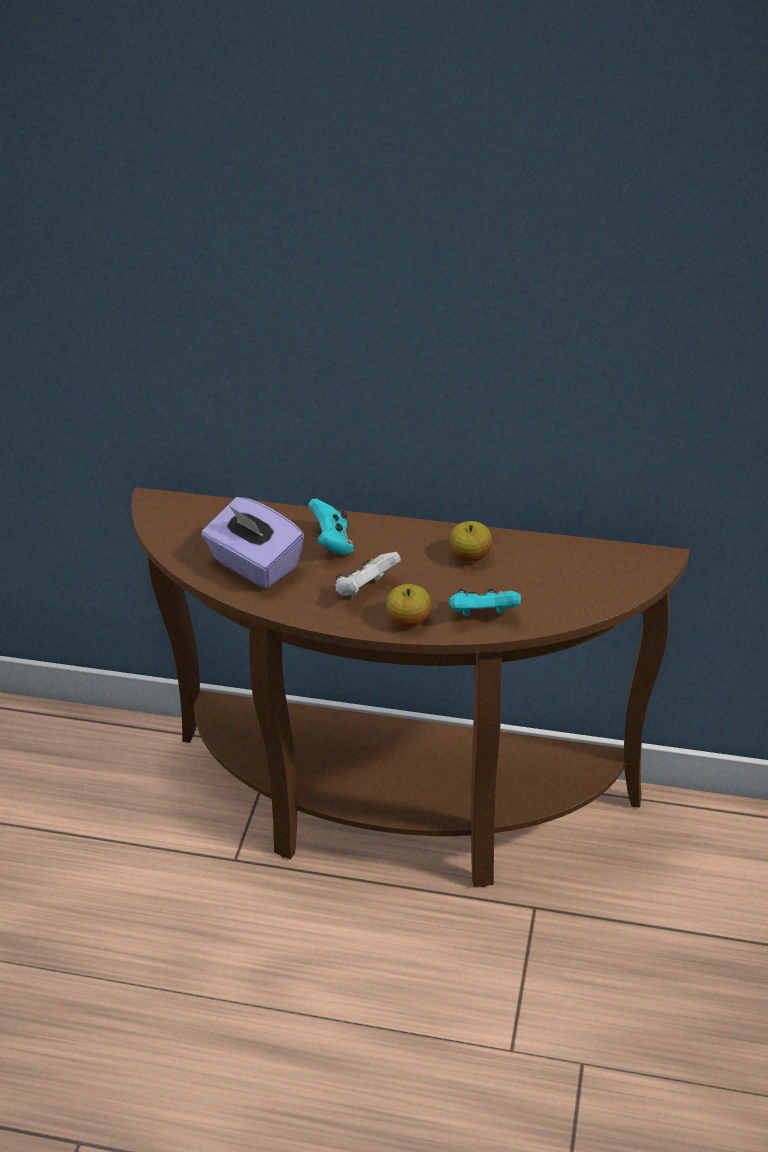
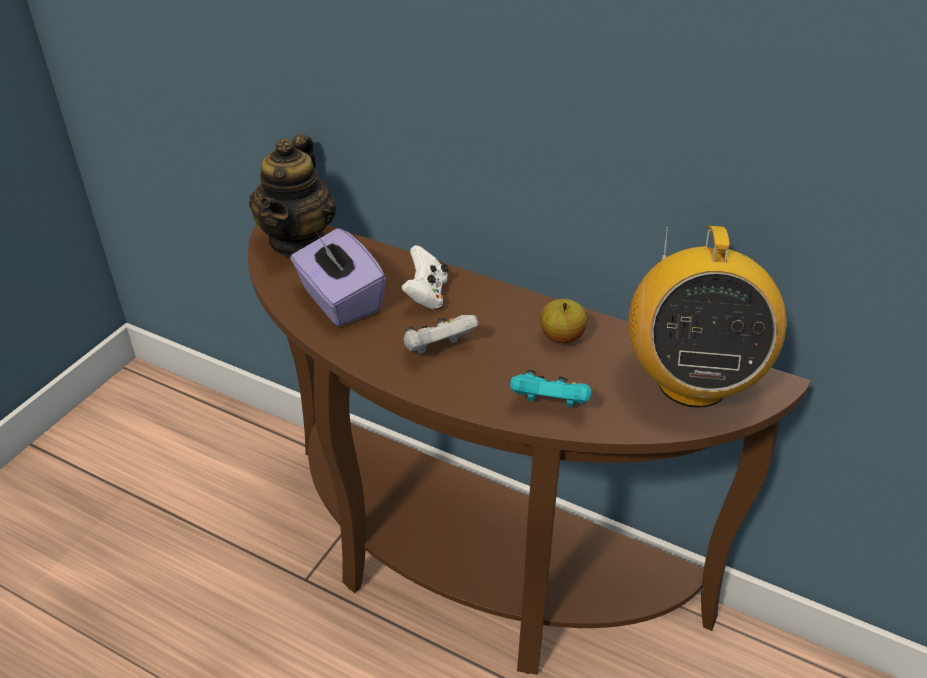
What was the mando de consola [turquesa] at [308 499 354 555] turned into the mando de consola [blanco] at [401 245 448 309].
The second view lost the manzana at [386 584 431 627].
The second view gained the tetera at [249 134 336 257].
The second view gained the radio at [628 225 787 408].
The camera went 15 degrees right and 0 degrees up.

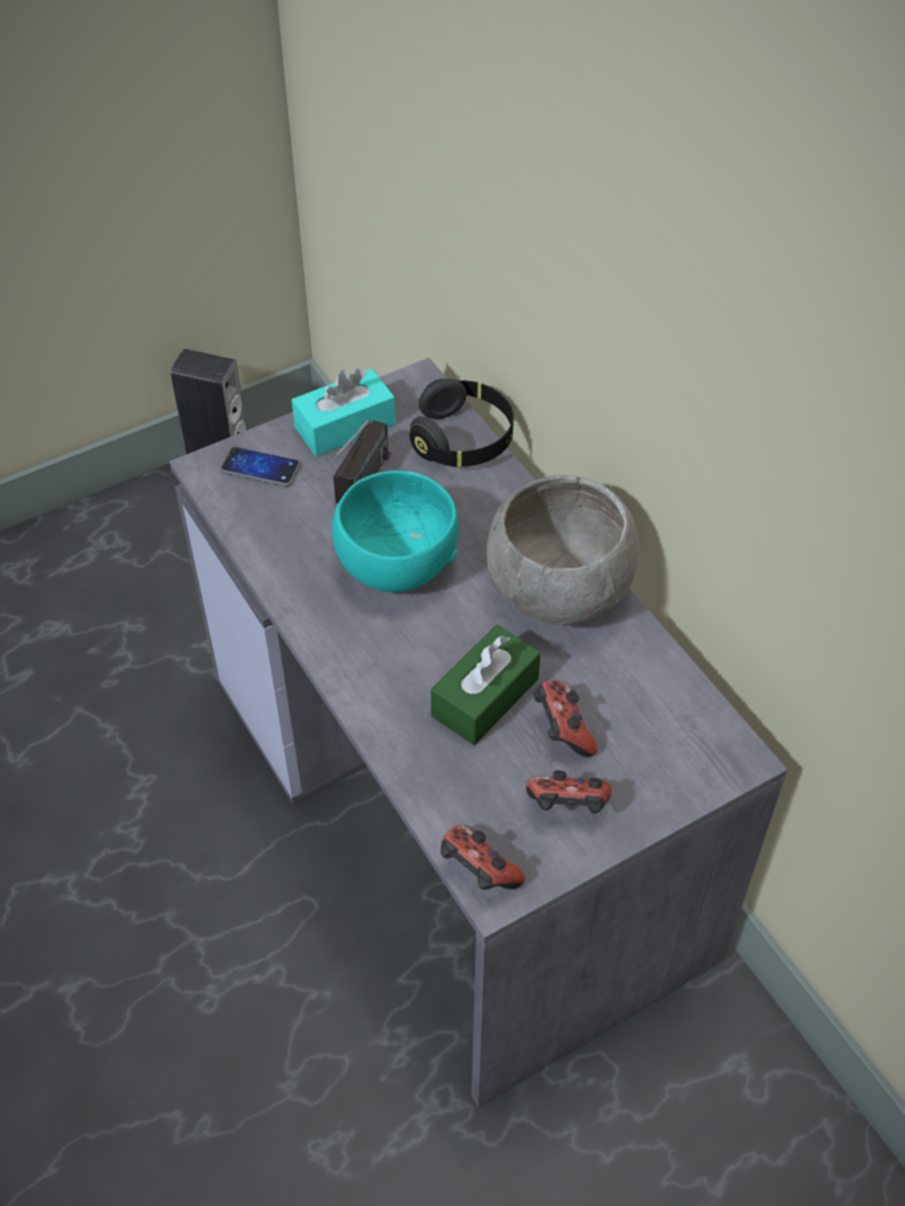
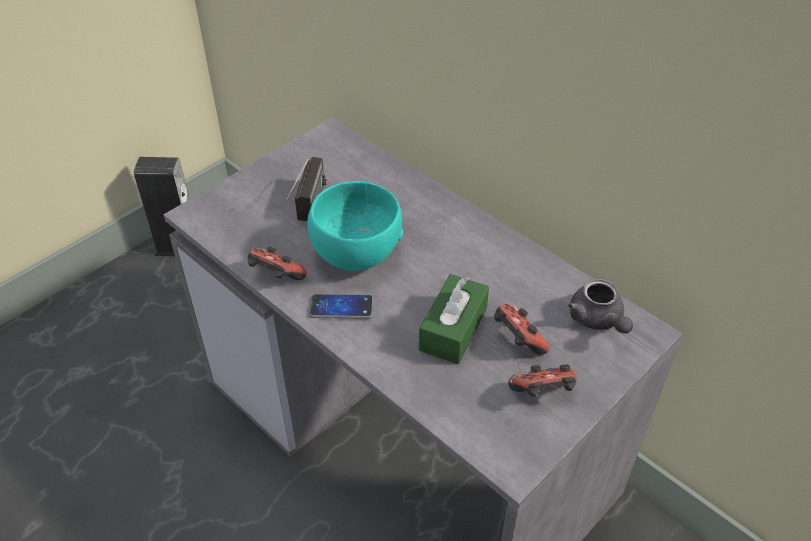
The second view lost the caja de pañuelos [turquesa] at [292 368 396 456].
The second view lost the auriculares [negro] at [410 379 514 467].
The móvil ended up elsewhere, having gone from [220 447 301 487] to [309 294 374 319].
The second view lost the cuenco [gris] at [486 475 639 625].
The mando de consola ended up elsewhere, having gone from [441 824 525 890] to [248 247 307 280].
The second view gained the tetera [gris] at [568 279 633 334].
The camera went 15 degrees left and 5 degrees down.

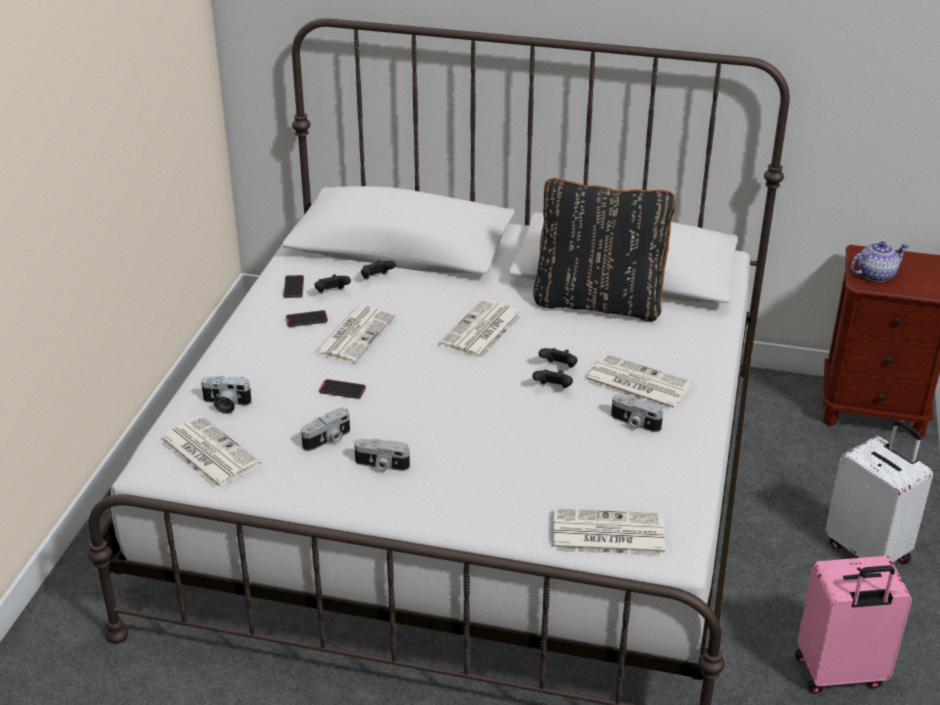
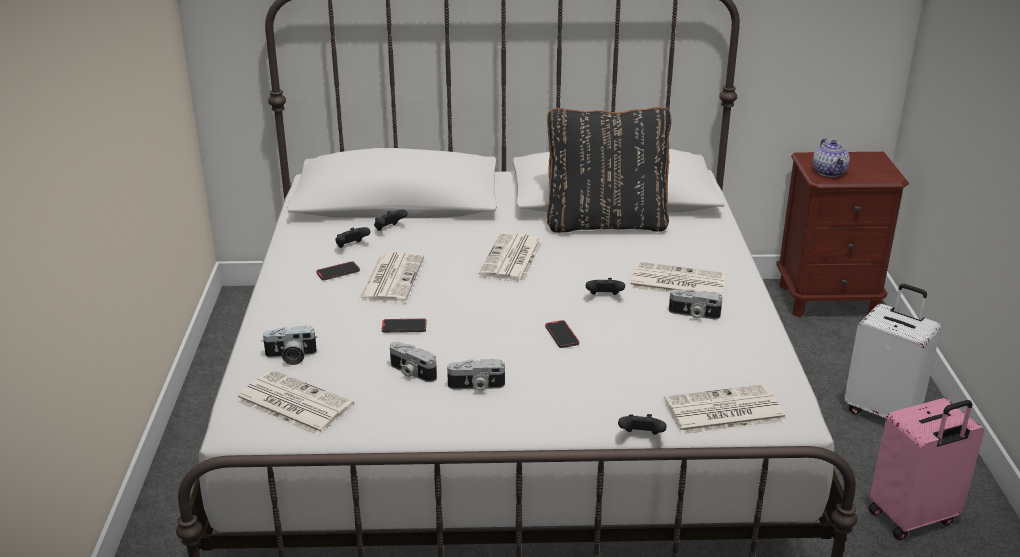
The tetera at [850 241 910 282] ended up facing another way, 120 degrees clockwise from before.
The móvil ended up elsewhere, having gone from [284 275 304 298] to [545 320 579 348].
The mando de consola [negro] ended up elsewhere, having gone from [538 348 578 368] to [618 414 667 435].
The cámara at [301 408 350 451] ended up facing another way, 90 degrees clockwise from before.
The camera went 15 degrees left and 5 degrees down.

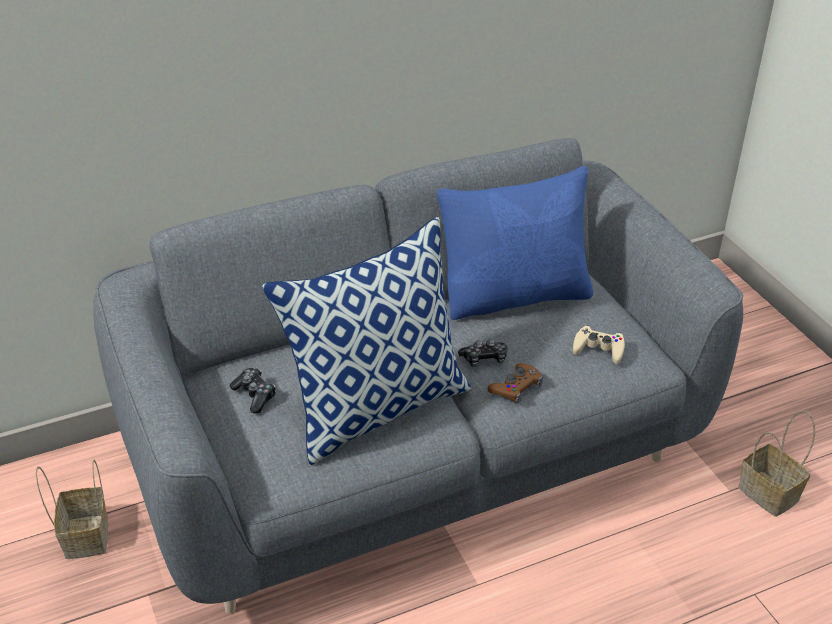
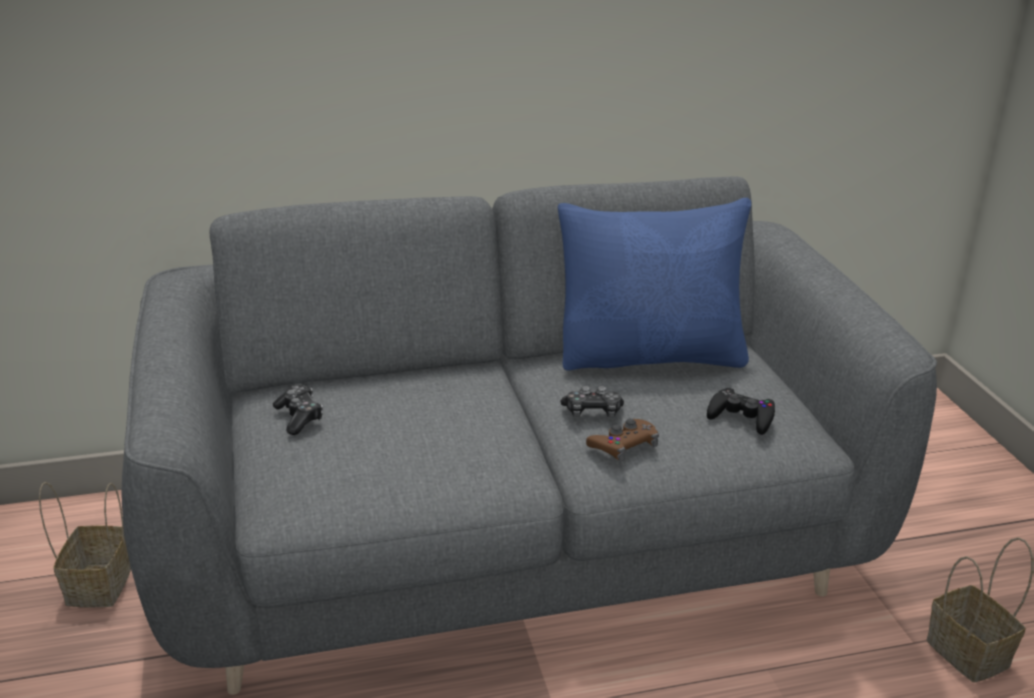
The second view lost the cojín at [262 217 471 465].
What was the mando de consola [beis] at [573 325 625 364] turned into the mando de consola [negro] at [707 387 775 435].
The camera went 10 degrees right and 10 degrees down.

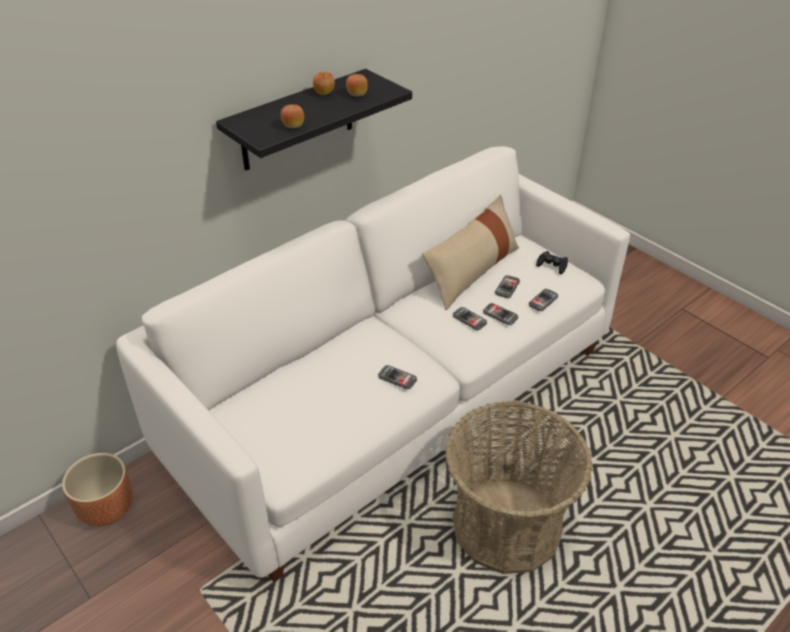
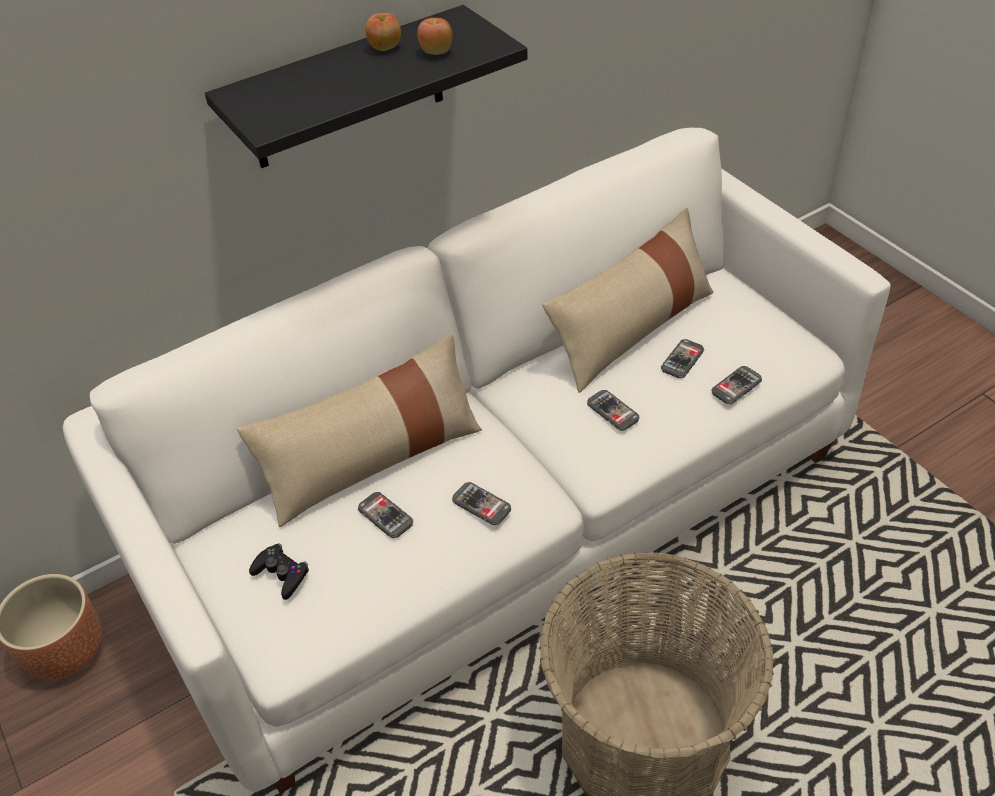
The second view lost the manzana at [281 104 304 128].
The mando de consola [negro] ended up elsewhere, having gone from [536 251 568 274] to [249 543 309 600].
The móvil ended up elsewhere, having gone from [483 303 518 325] to [358 492 413 538].
The second view gained the cojín [beis] at [237 334 482 527].
The camera went 10 degrees right and 5 degrees up.

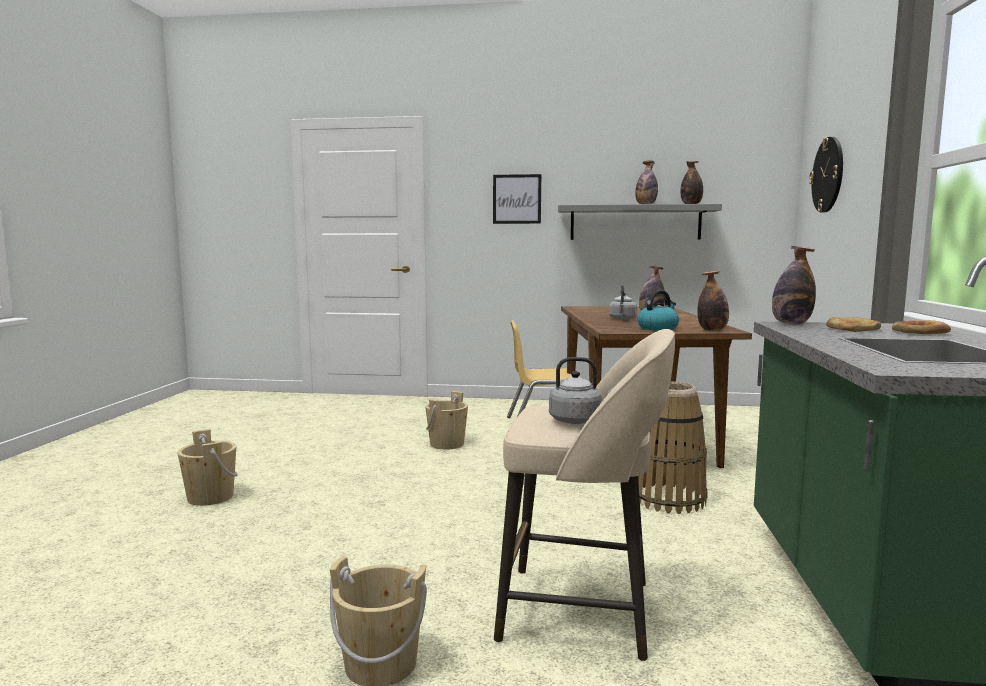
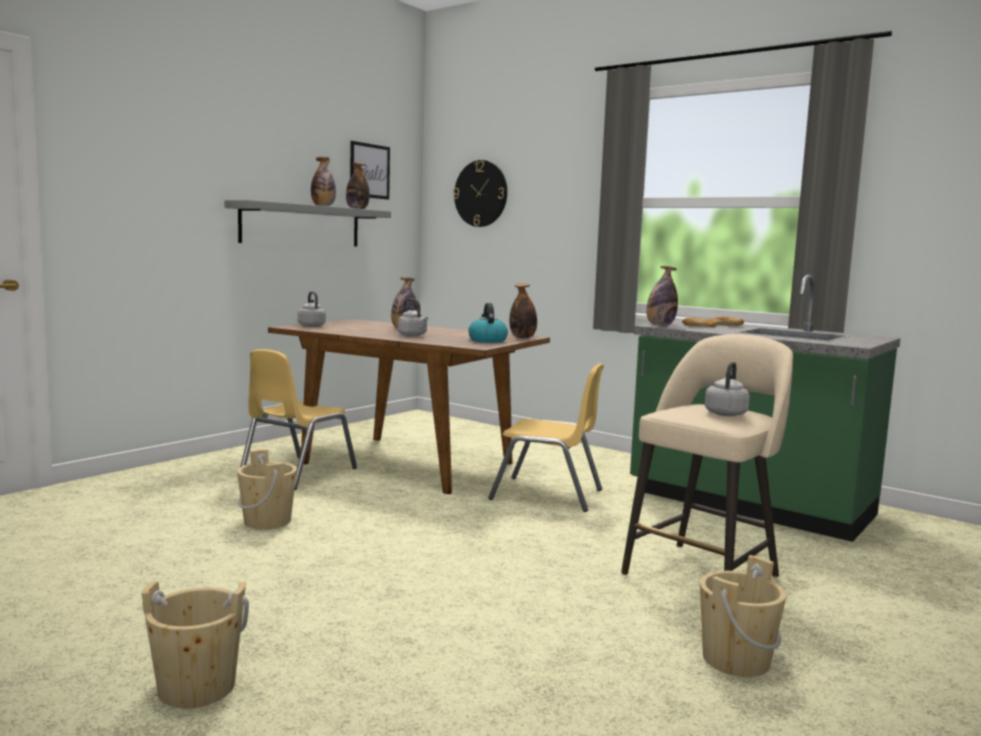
The cuadro ended up elsewhere, having gone from [493 174 541 224] to [350 141 390 200].
Where the cesta stood at [638 381 708 514], the silla [amarillo] came to stand at [488 363 604 512].
The second view gained the hervidor [gris] at [297 292 326 327].
The camera went 60 degrees left and 0 degrees up.

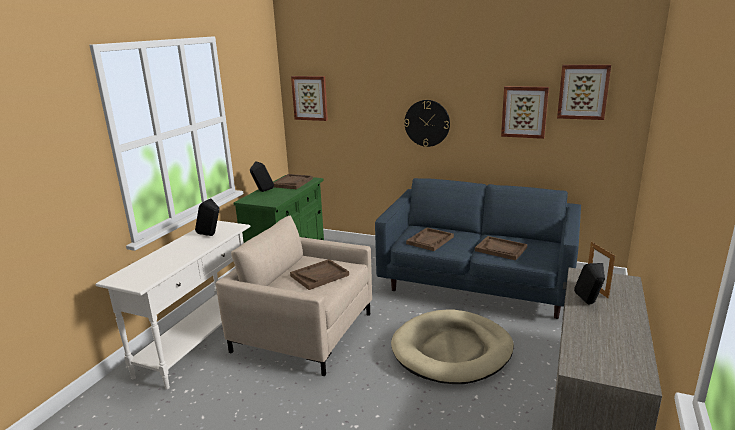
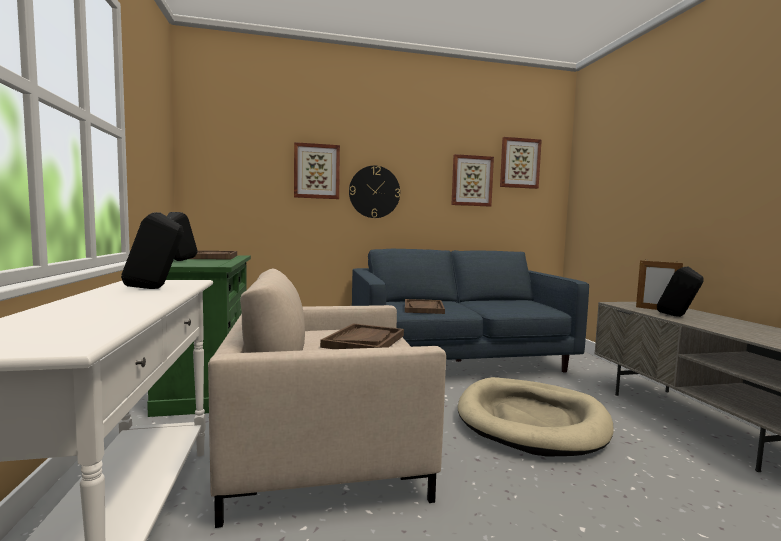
The cuadro ended up elsewhere, having gone from [291 76 328 121] to [294 142 340 199].
The second view lost the bandeja [marrón] at [475 236 527 260].
The camera went 35 degrees left and 15 degrees down.

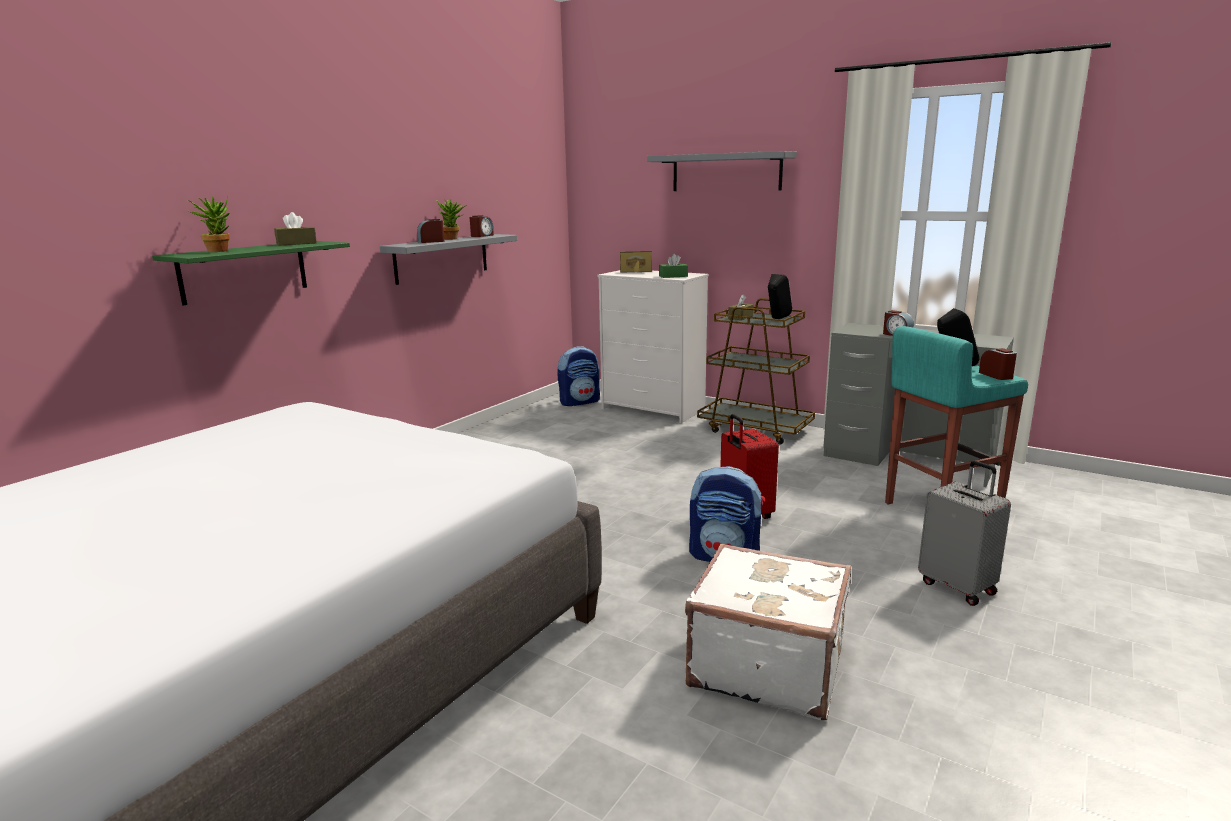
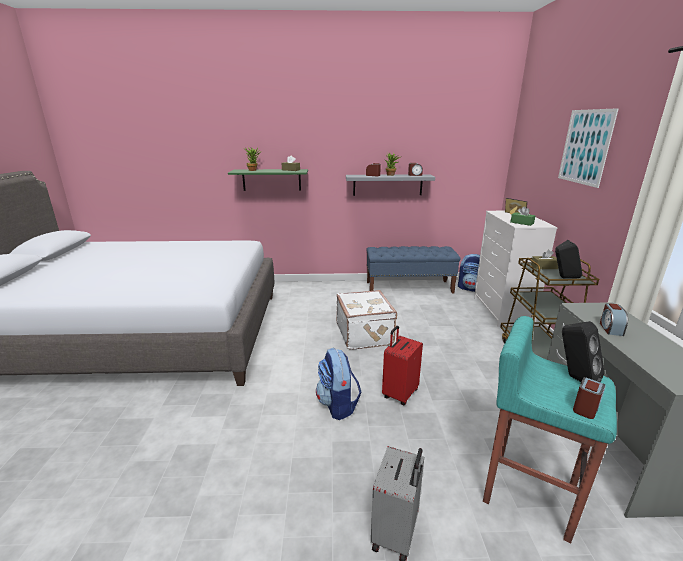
Where the estante [gris] hung at [647 151 797 191], the cuadro came to hang at [558 108 619 188].
The maleta [blanco] ended up elsewhere, having gone from [685 543 851 720] to [337 290 397 350].
The second view gained the banco [azul] at [366 246 461 294].
The camera went 55 degrees right and 5 degrees up.

